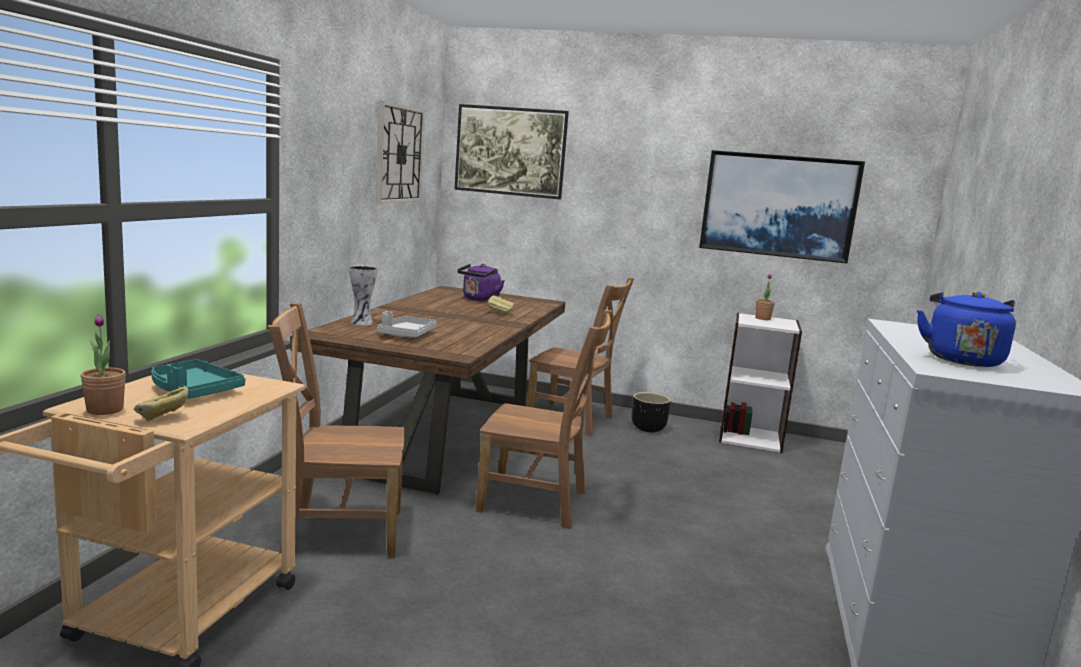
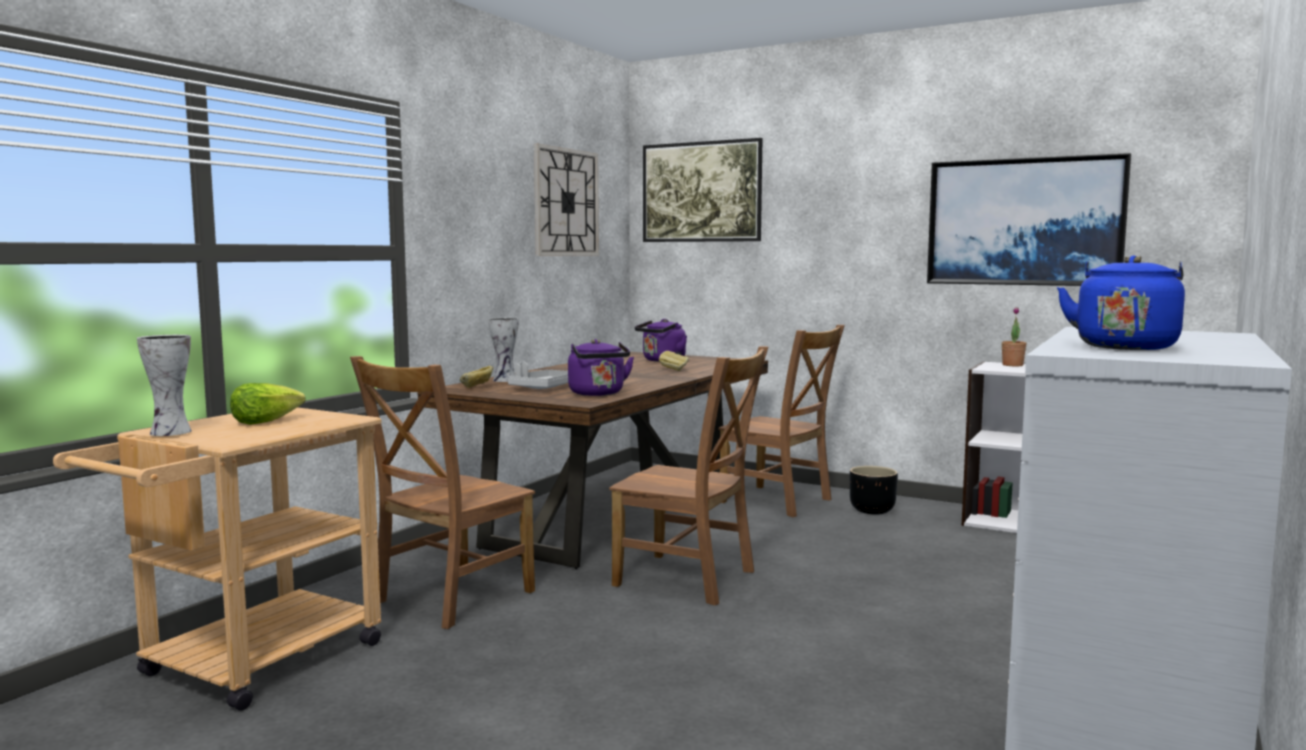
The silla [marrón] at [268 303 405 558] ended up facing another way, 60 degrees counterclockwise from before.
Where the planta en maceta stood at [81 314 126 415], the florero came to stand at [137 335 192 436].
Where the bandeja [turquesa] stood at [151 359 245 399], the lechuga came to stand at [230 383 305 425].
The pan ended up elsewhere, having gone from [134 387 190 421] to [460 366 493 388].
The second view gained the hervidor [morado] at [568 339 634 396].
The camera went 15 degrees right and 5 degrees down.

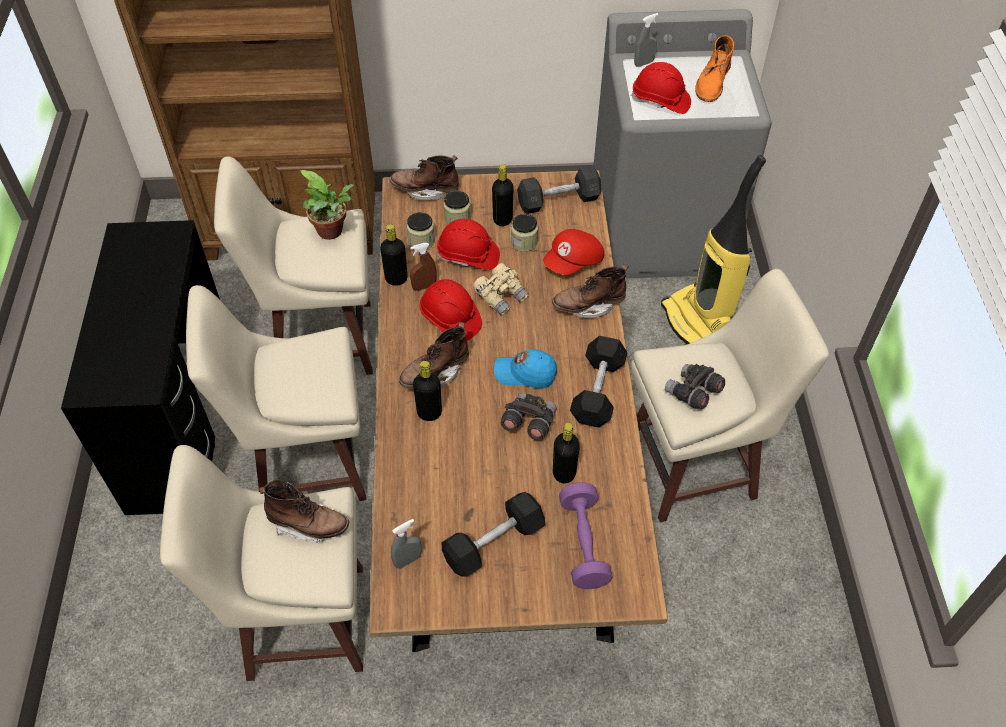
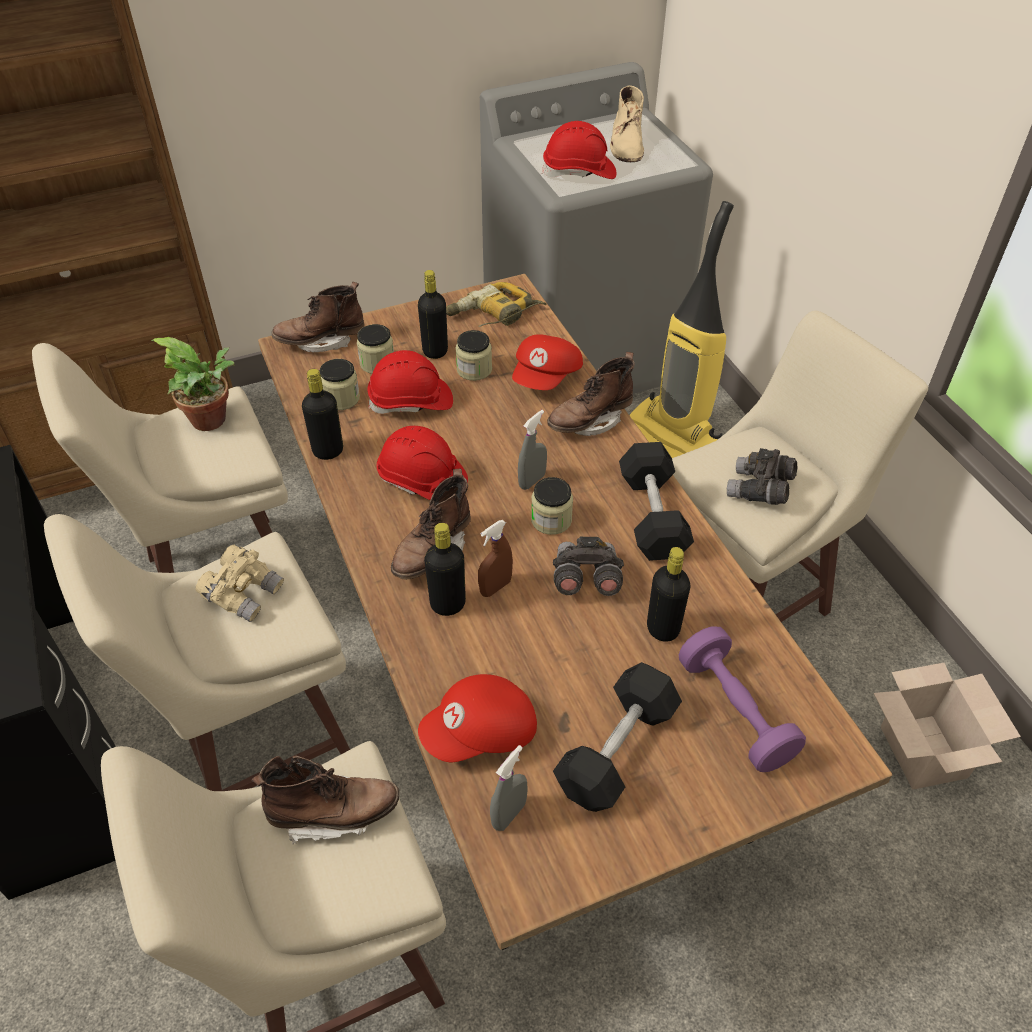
The pulverizador [gris] ended up elsewhere, having gone from [634 13 659 67] to [518 410 547 490].
What was the bota [naranja] at [695 35 734 102] turned into the bota [beis] at [610 85 644 162].
Where the mancuerna [gris] stood at [517 166 602 214], the taladro came to stand at [446 282 547 327].
The pulverizador [marrón] ended up elsewhere, having gone from [410 243 436 291] to [478 520 513 597].
The prismáticos [beis] ended up elsewhere, having gone from [473 263 529 316] to [196 545 284 622].
Where the gorra [azul] stood at [494 349 557 388], the tarro came to stand at [531 477 573 535].
The second view gained the caja de cartón at [873 663 1021 789].
The second view gained the gorra [rojo] at [418 674 537 762].
The camera went 20 degrees left and 5 degrees down.

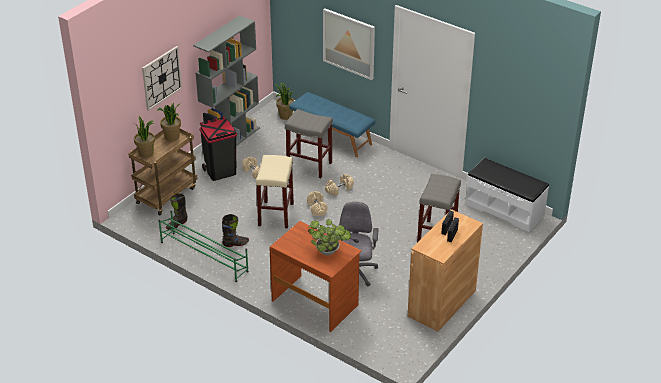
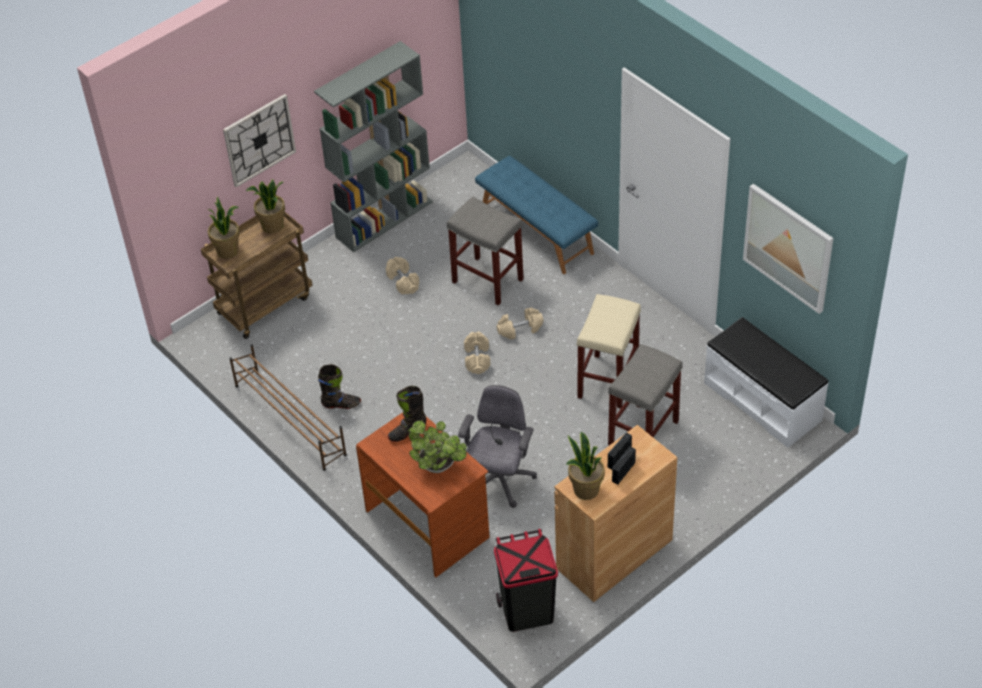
The cuadro ended up elsewhere, having gone from [323 8 375 80] to [743 184 833 314].
The planta en maceta ended up elsewhere, having gone from [275 83 294 120] to [566 432 605 500].
The papelera [negro] ended up elsewhere, having gone from [200 116 237 181] to [494 529 558 632].
The taburete [beis] ended up elsewhere, having gone from [256 155 294 228] to [577 294 641 408].
The bota [negro] ended up elsewhere, having gone from [166 193 187 230] to [388 386 426 442].
What was the zapatero [verde] at [159 211 249 282] turned into the zapatero [marrón] at [229 344 347 471].
The camera went 15 degrees right and 10 degrees up.

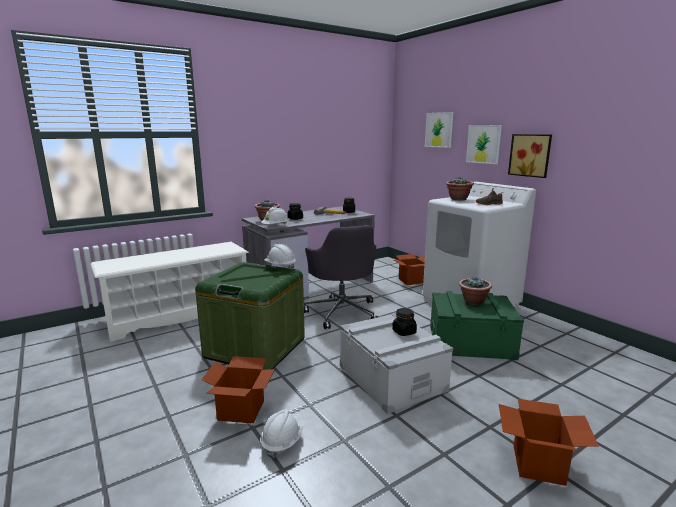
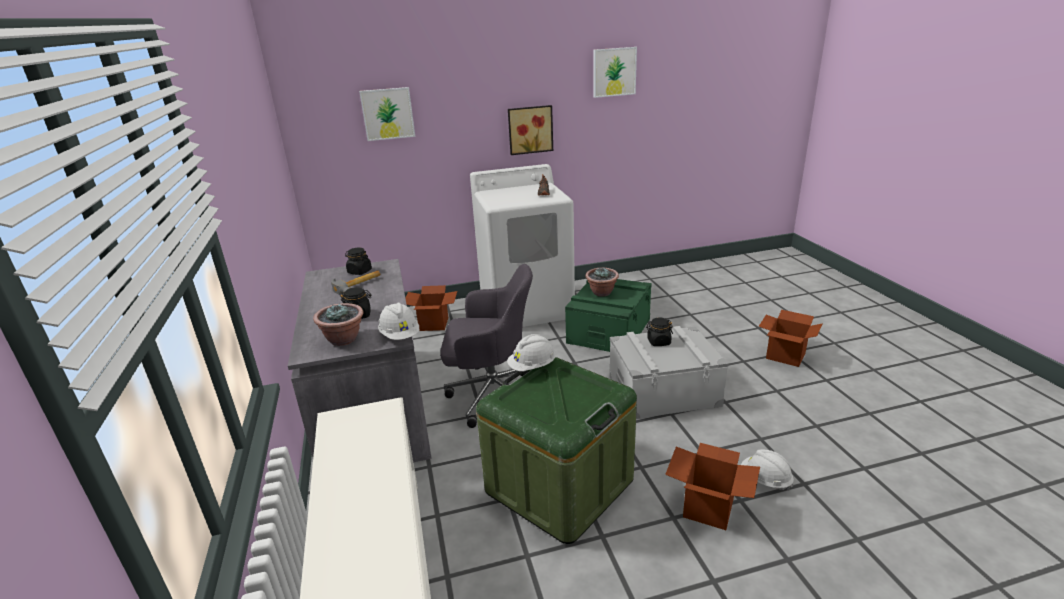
The cuadro ended up elsewhere, having gone from [466 125 502 164] to [594 47 637 98].
The second view lost the planta en maceta at [446 177 474 200].
The camera went 70 degrees left and 10 degrees up.

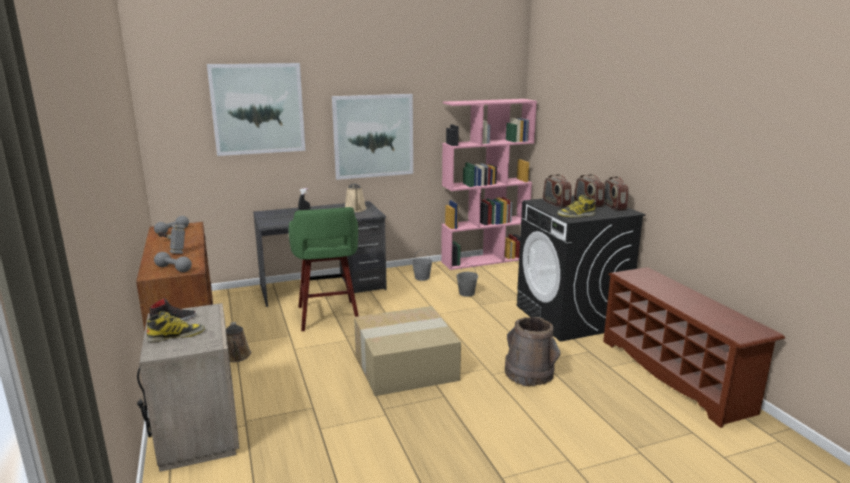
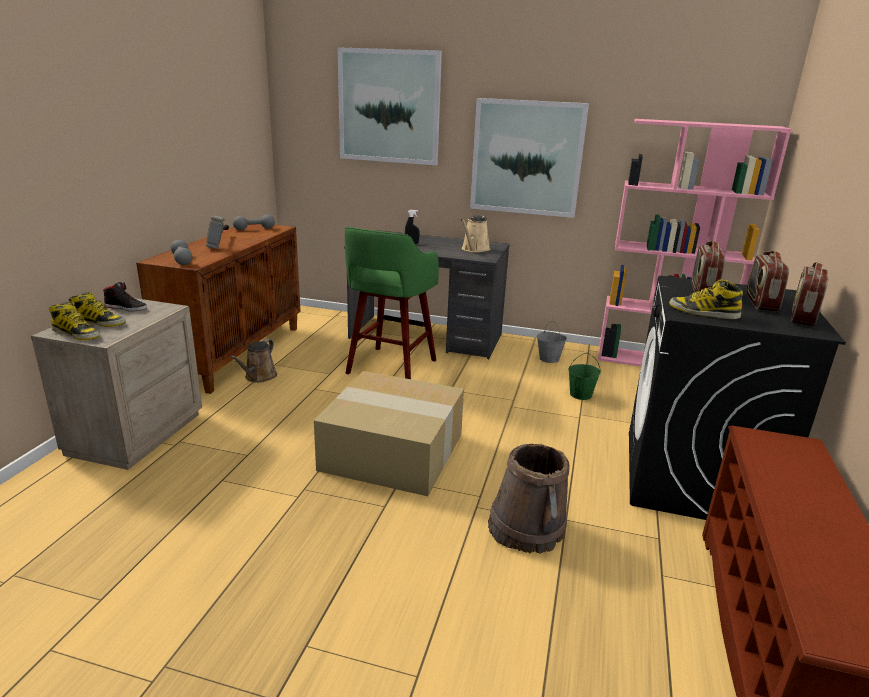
What was the cubo [gris] at [456 263 478 297] turned into the cubo [verde] at [568 353 601 400].
The second view gained the bota at [49 301 100 340].
The camera went 35 degrees right and 5 degrees up.

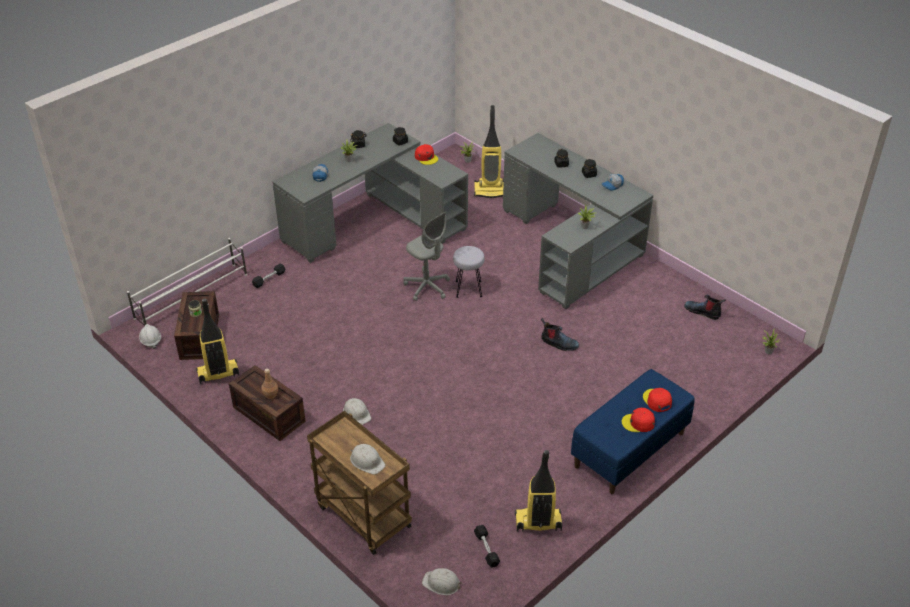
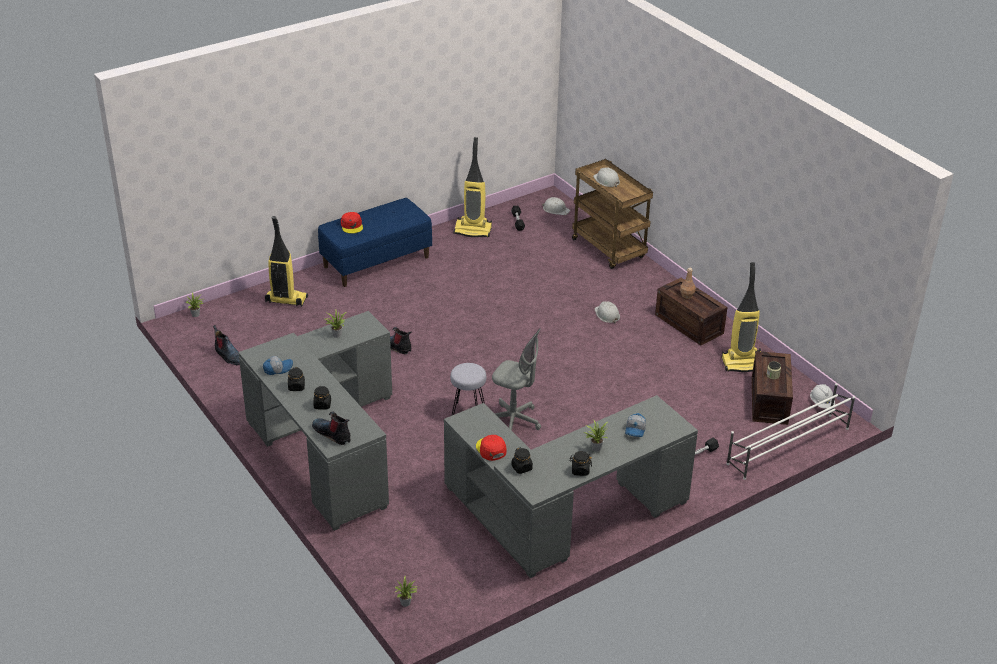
The aspiradora ended up elsewhere, having gone from [474 105 504 198] to [265 216 308 307].
The silla de oficina [gris] at [403 211 450 301] ended up facing another way, 150 degrees clockwise from before.
The second view lost the gorra [rojo] at [622 408 655 432].
The second view gained the bota at [312 411 350 445].
The camera went 170 degrees left and 5 degrees down.

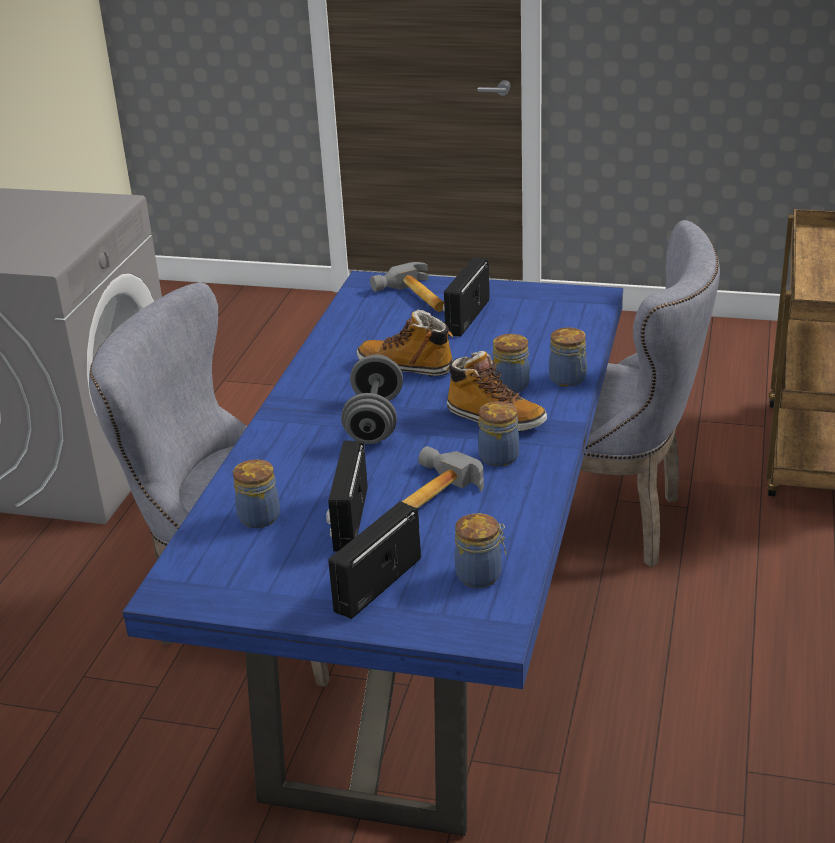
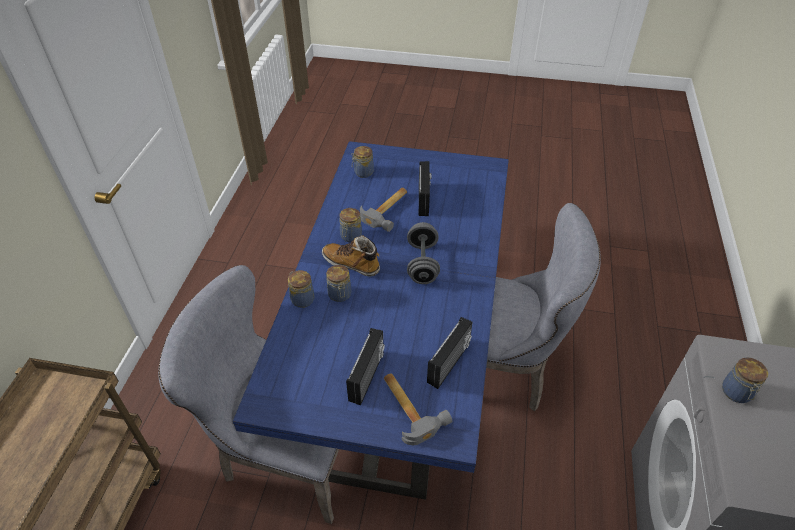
The second view lost the bota at [357 309 453 377].
The tarro ended up elsewhere, having gone from [233 459 280 528] to [722 357 768 403].
The radio ended up elsewhere, having gone from [329 501 421 619] to [427 317 473 389].
The camera went 175 degrees right and 15 degrees up.

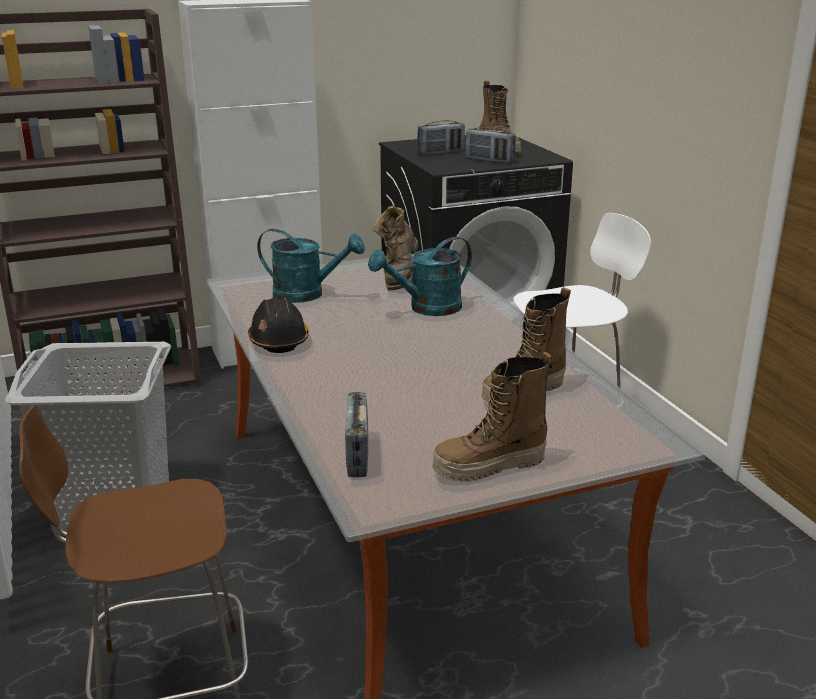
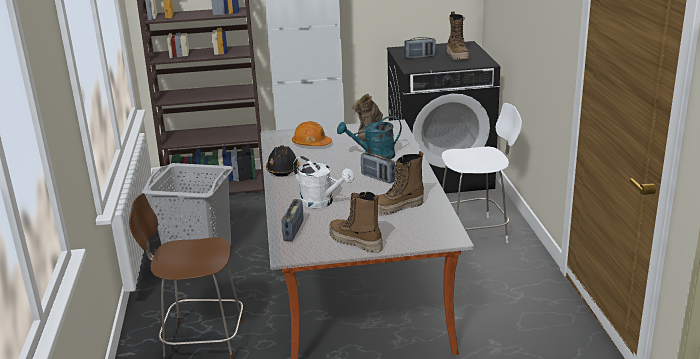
The radio ended up elsewhere, having gone from [465 127 516 163] to [361 152 396 183].
Where the regadera [turquesa] stood at [257 229 365 303], the casco [naranja] came to stand at [292 121 332 146].
The bota at [432 352 552 482] ended up facing another way, 45 degrees clockwise from before.
The second view gained the regadera [blanco] at [293 156 354 208].
The camera went 15 degrees right and 0 degrees up.

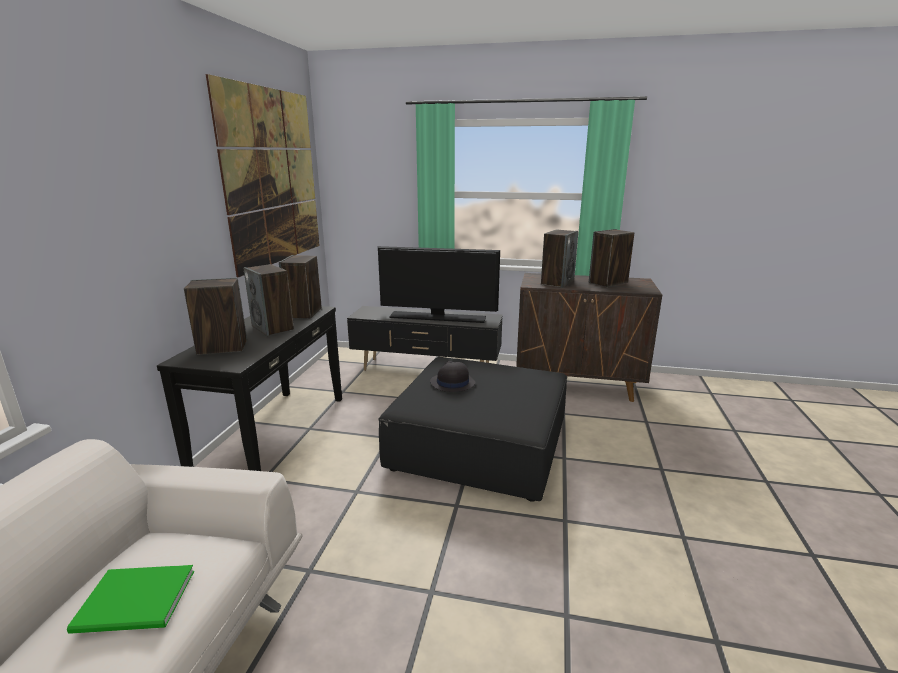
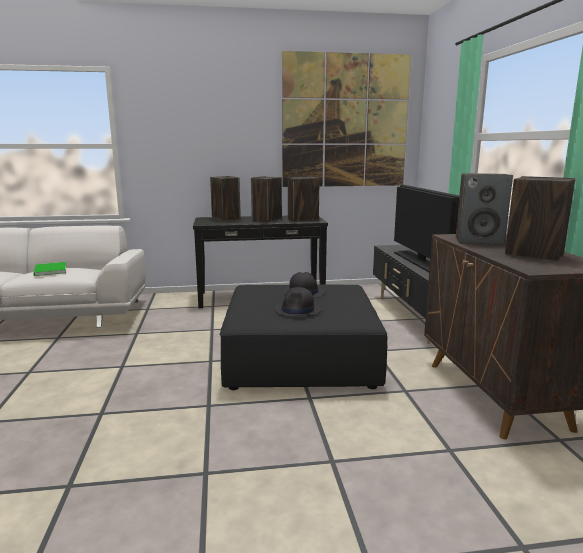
The second view gained the sombrero [negro] at [274 287 321 317].
The camera went 70 degrees right and 5 degrees down.

